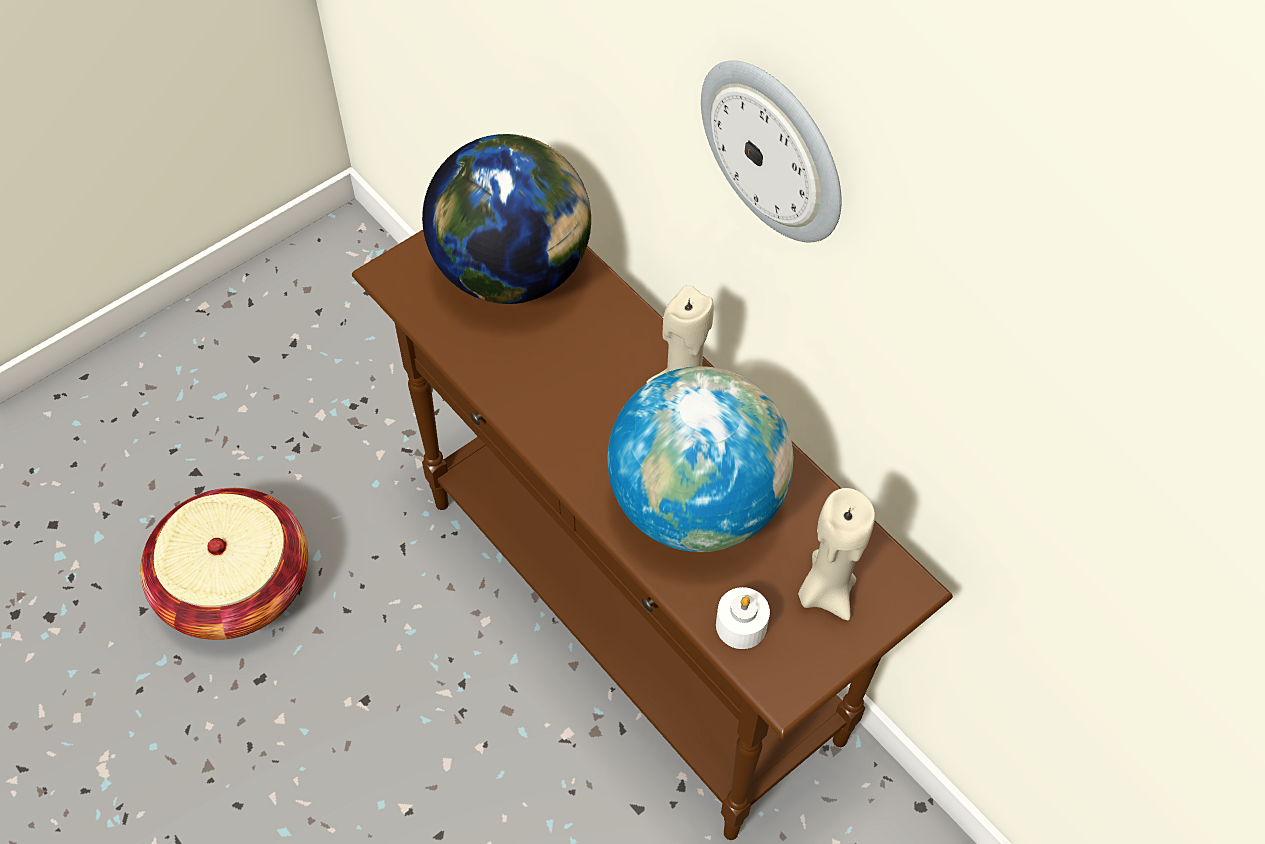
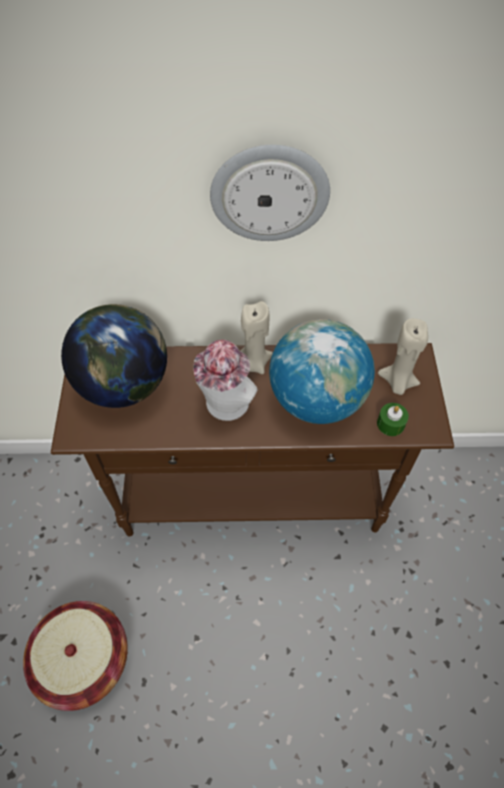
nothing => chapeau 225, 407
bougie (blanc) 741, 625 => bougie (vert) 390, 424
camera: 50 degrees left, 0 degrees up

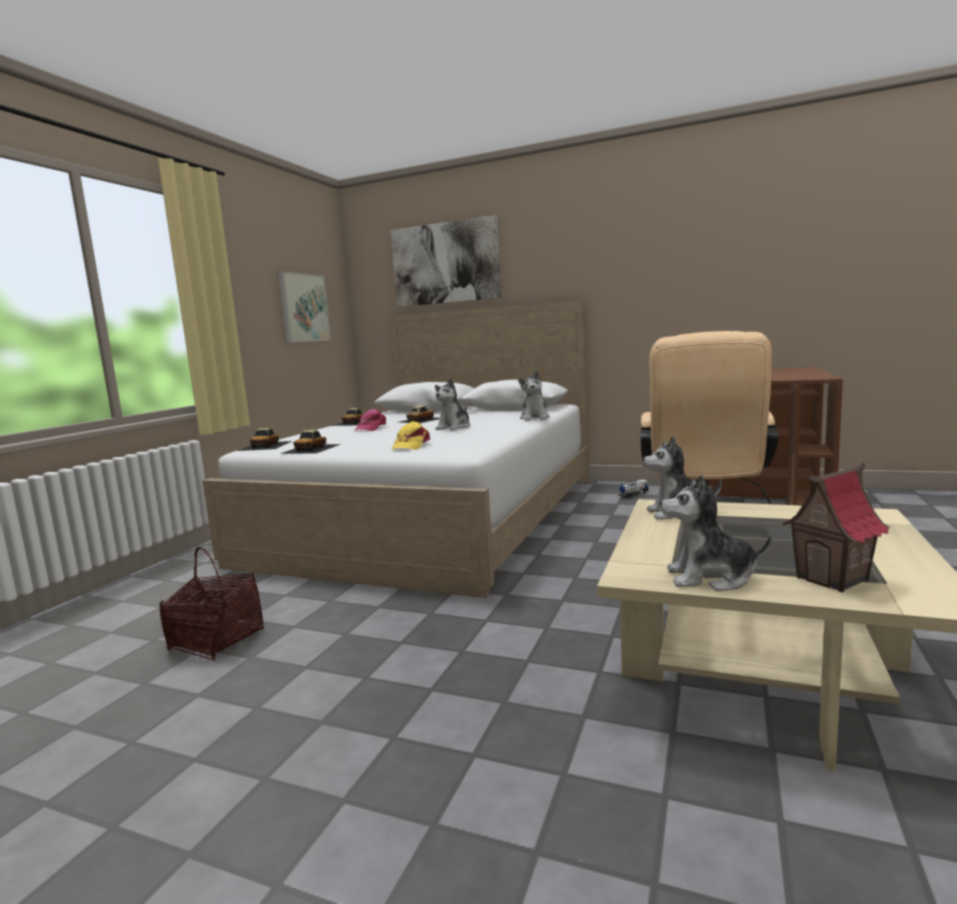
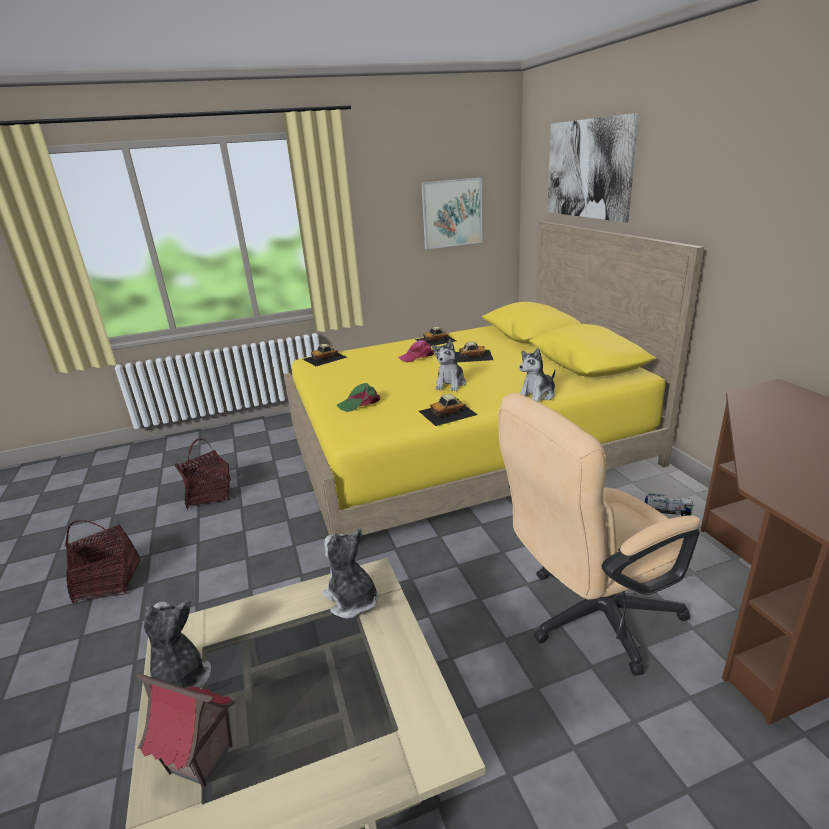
nothing => panier 108, 581
petite voiture 311, 448 => petite voiture 448, 412, moved
lit (blanc) 436, 517 => lit (jaune) 463, 447
casquette (jaune) 411, 445 => casquette (vert) 360, 403
peluche 454, 427 => peluche 450, 384, 60 degrees counterclockwise
camera: 50 degrees right, 15 degrees up

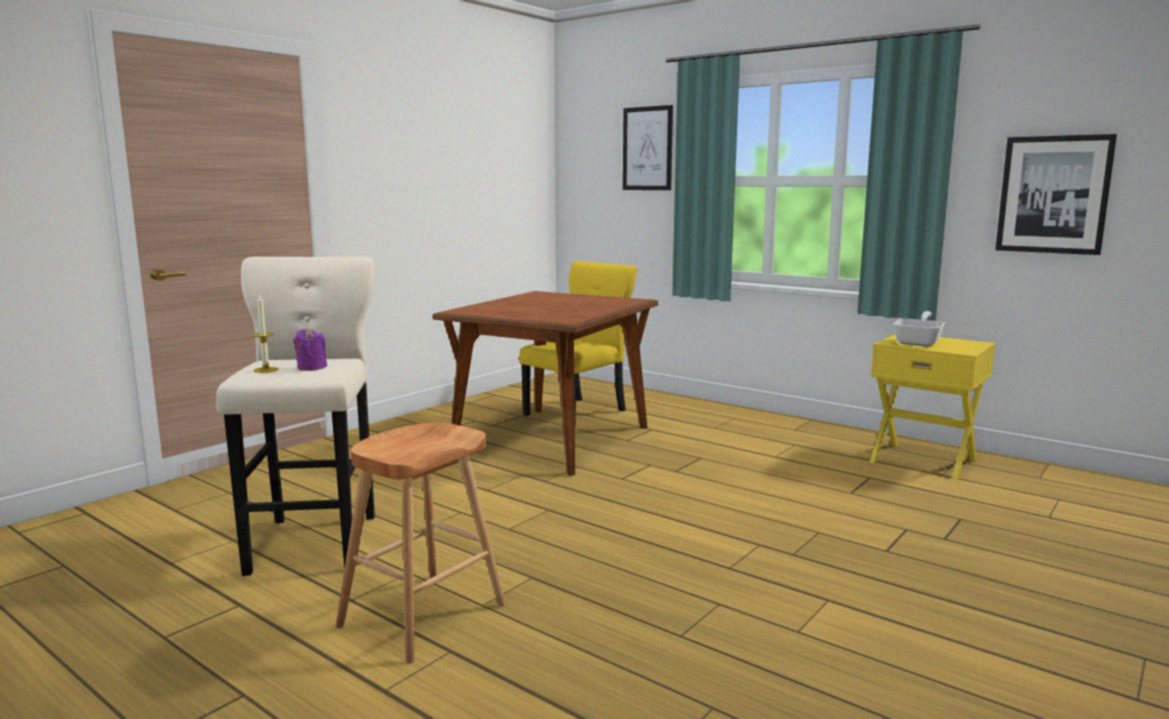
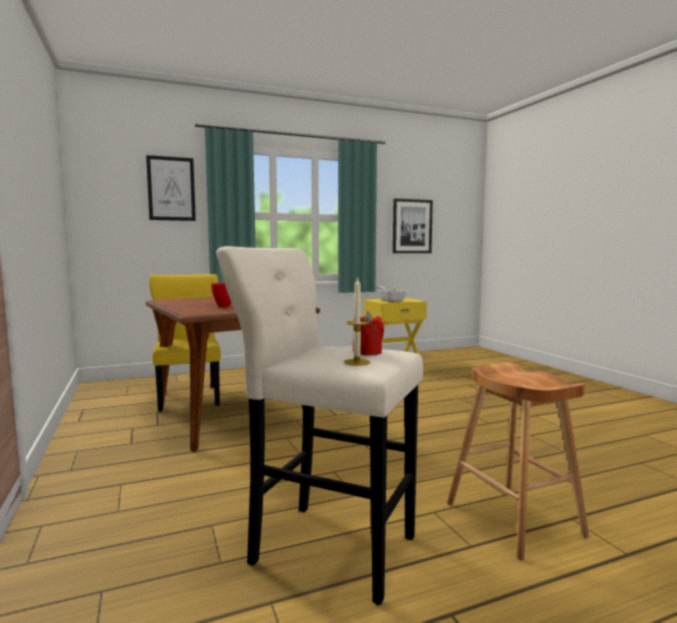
nothing => bol (rouge) 224, 306
bougie (violet) 311, 367 => bougie (rouge) 367, 352
camera: 60 degrees left, 5 degrees down

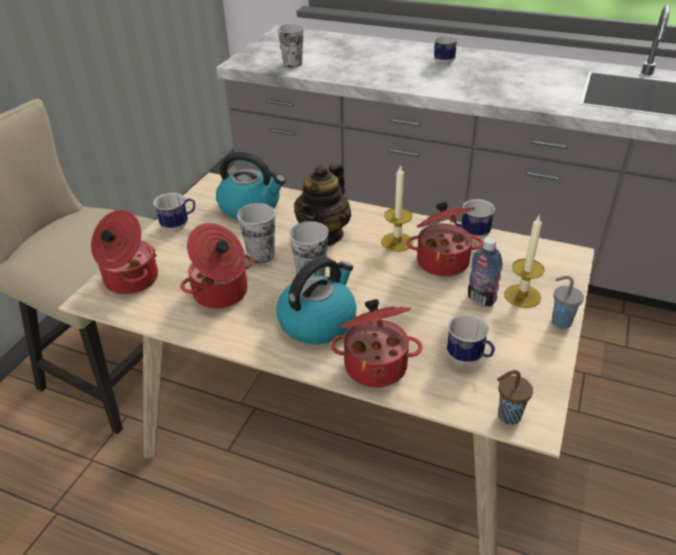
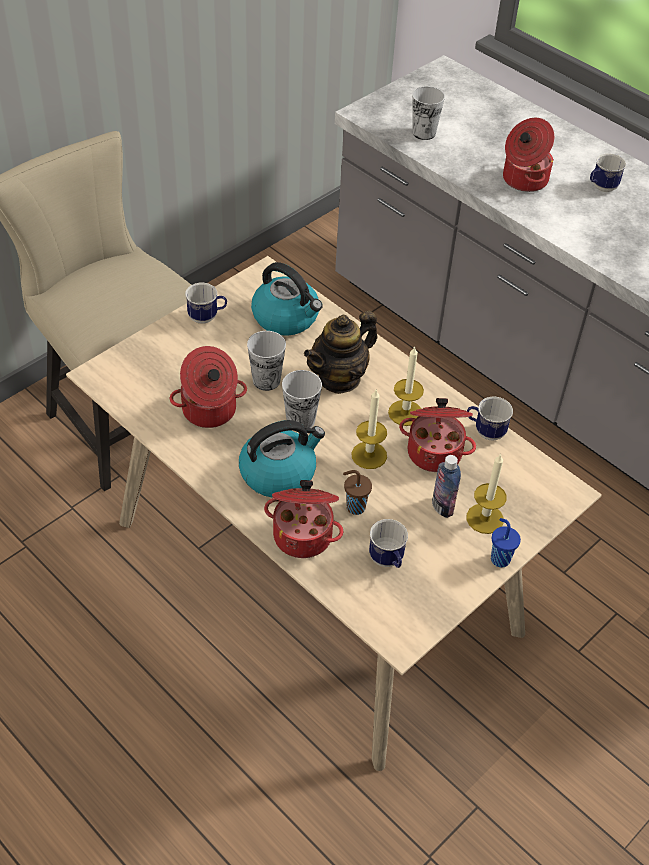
nothing => bougie 369, 455
marmite 130, 280 => marmite 523, 179, moved
tasse (marron) 507, 416 => tasse (marron) 354, 507, moved
tasse (gris) 560, 322 => tasse (bleu) 499, 558
camera: 20 degrees right, 10 degrees up

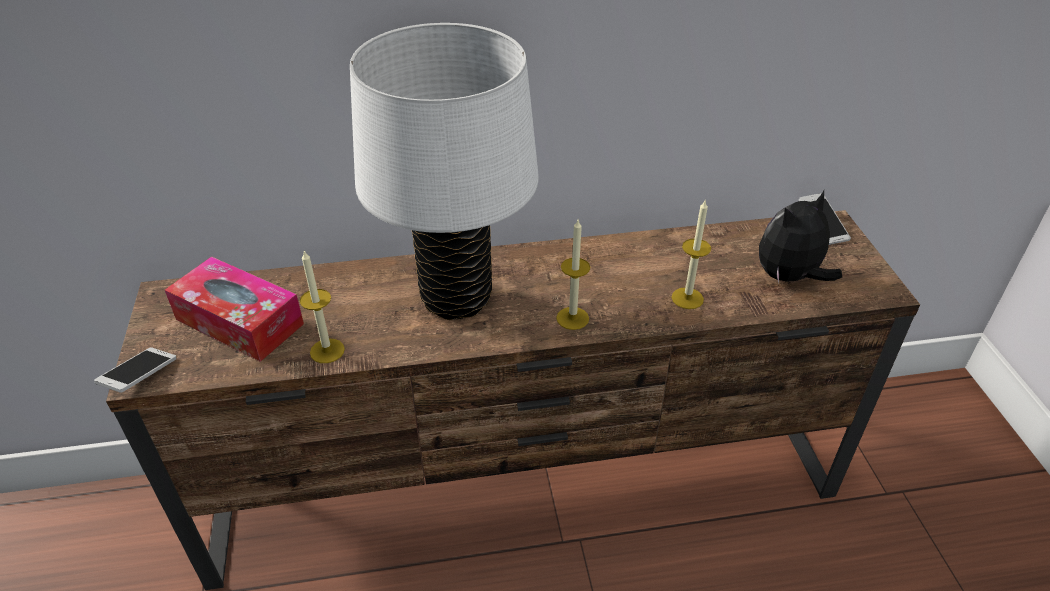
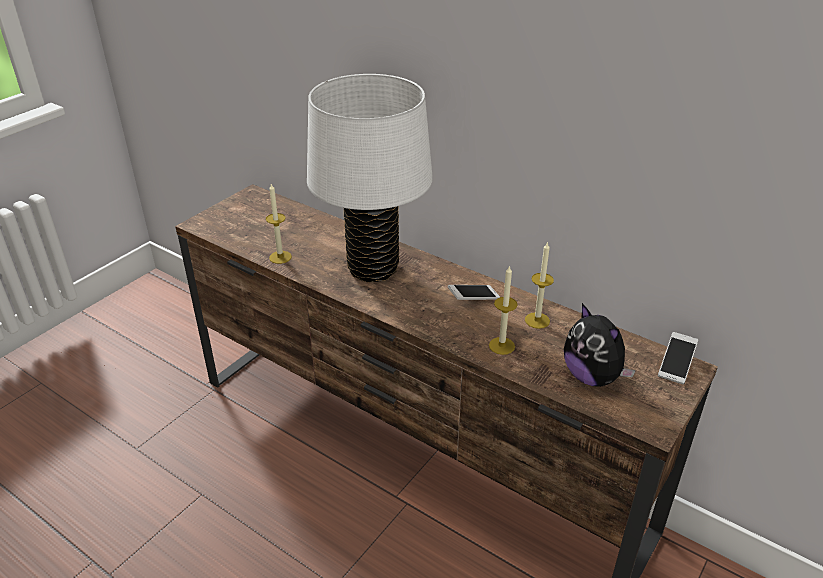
boîte à mouchoirs 239, 321 => nothing
téléphone 140, 377 => téléphone 473, 298, moved
bougie 572, 318 => bougie 537, 320, moved
peluche 789, 277 => peluche 592, 376, 135 degrees counterclockwise
camera: 45 degrees right, 5 degrees down

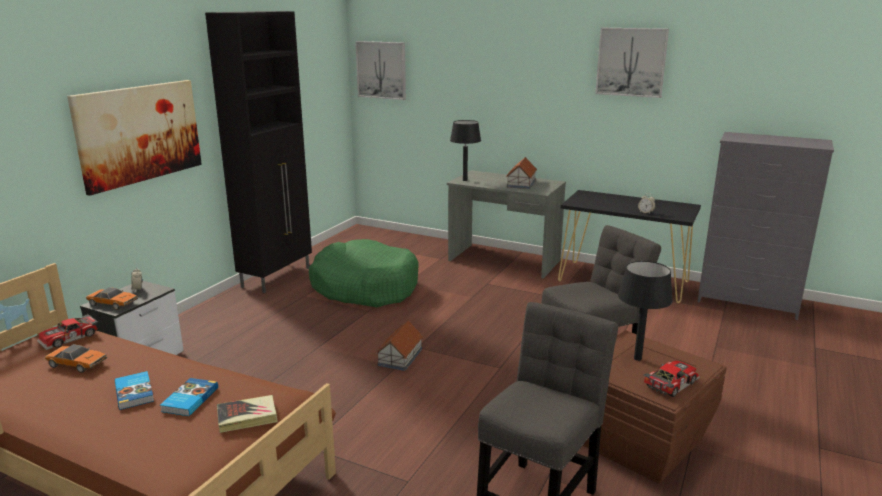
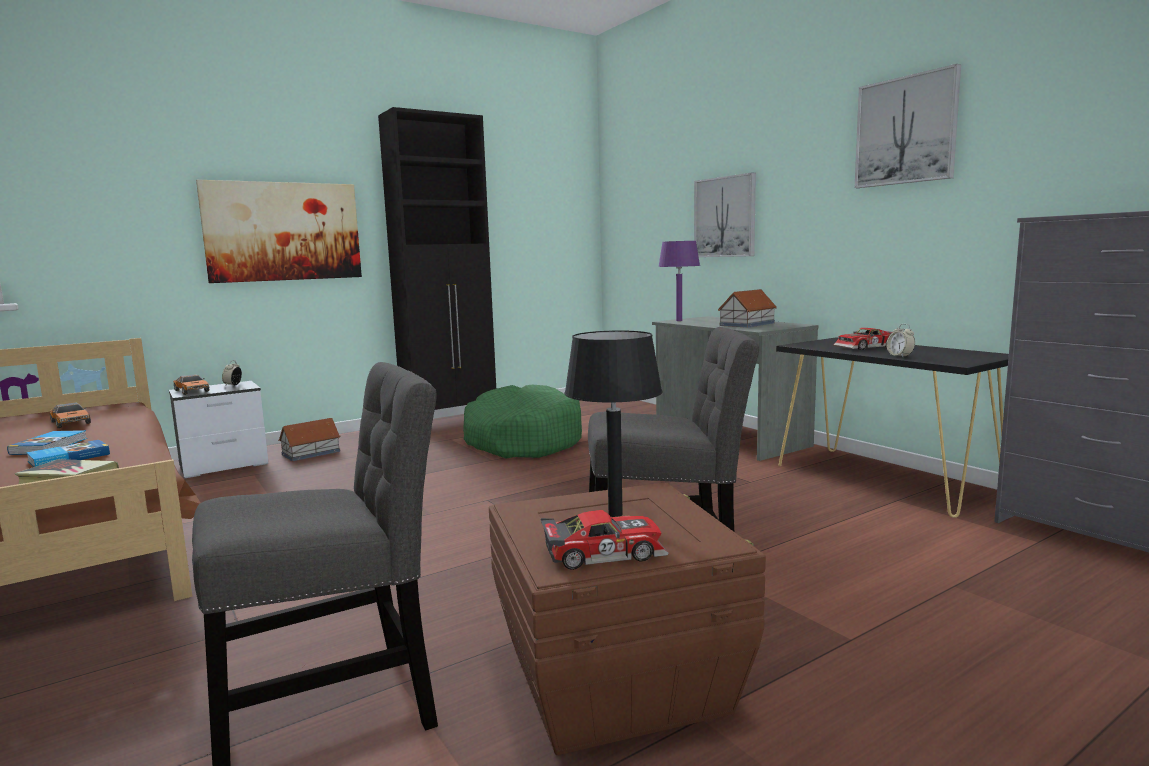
petite voiture 70, 338 => petite voiture 867, 347, moved
tableau 381, 70 => tableau 725, 217, moved
maison miniature 400, 357 => maison miniature 311, 453, moved
lampe de table (noir) 465, 180 => lampe de table (violet) 679, 320
camera: 30 degrees right, 10 degrees down

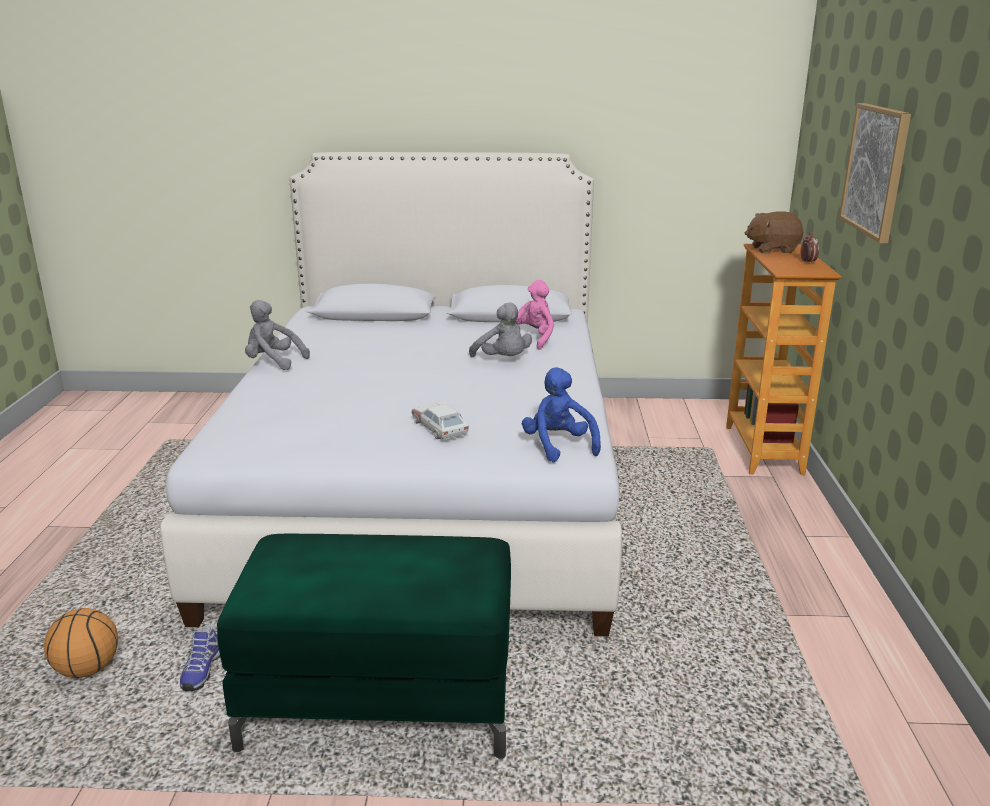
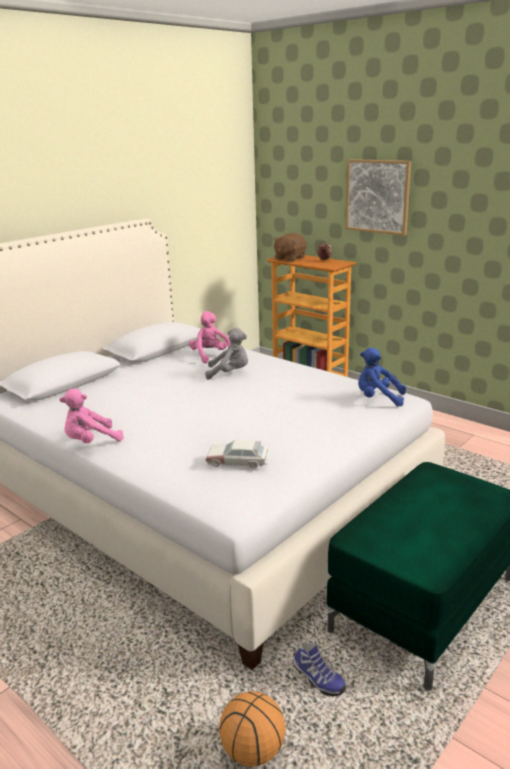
petite voiture 440, 428 => petite voiture 238, 461, moved
peluche (gris) 273, 362 => peluche (rose) 91, 442
camera: 50 degrees left, 0 degrees up

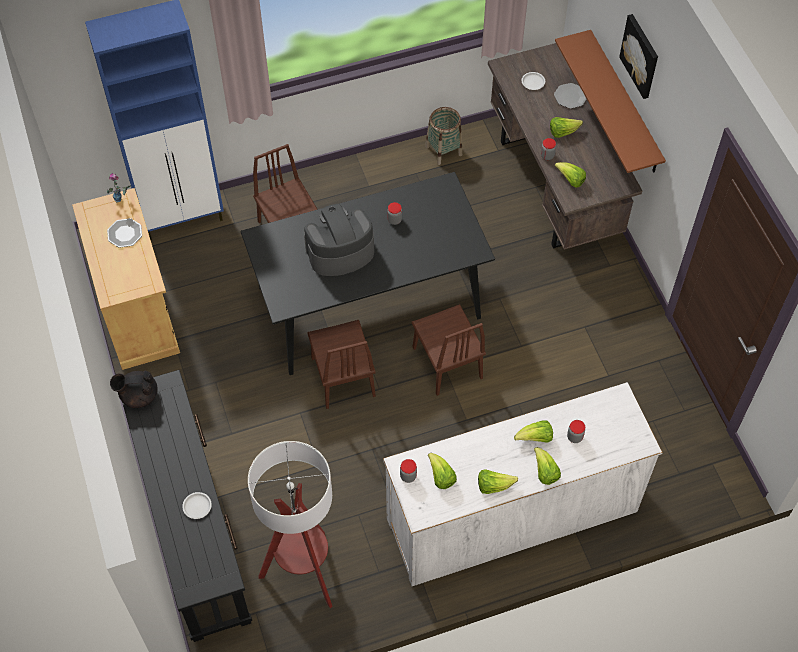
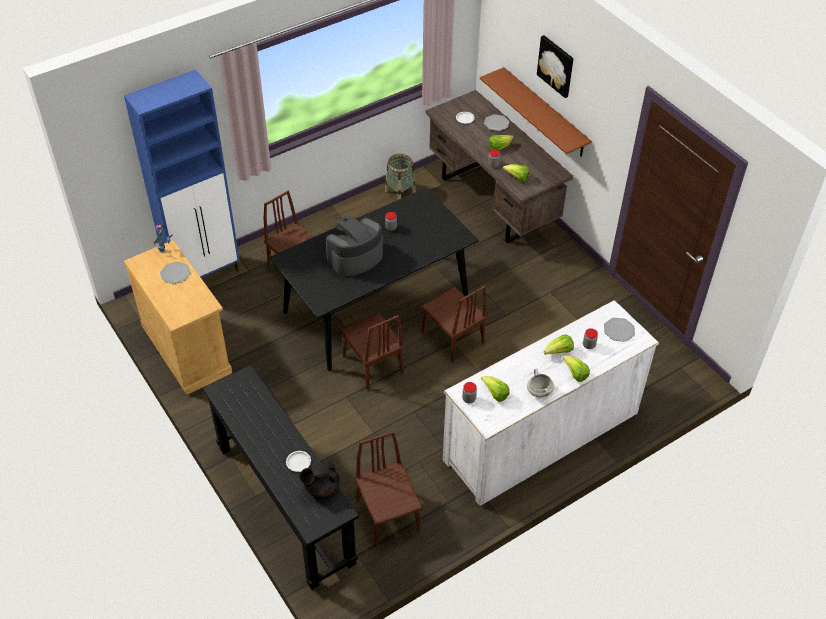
nothing => assiette 619, 330
théière (noir) 138, 395 => théière (noir) 321, 488, moved
lampadaire 304, 572 => chaise (marron) 388, 515
laitue 493, 485 => marmite (blanc) 539, 391
camera: 15 degrees left, 10 degrees down

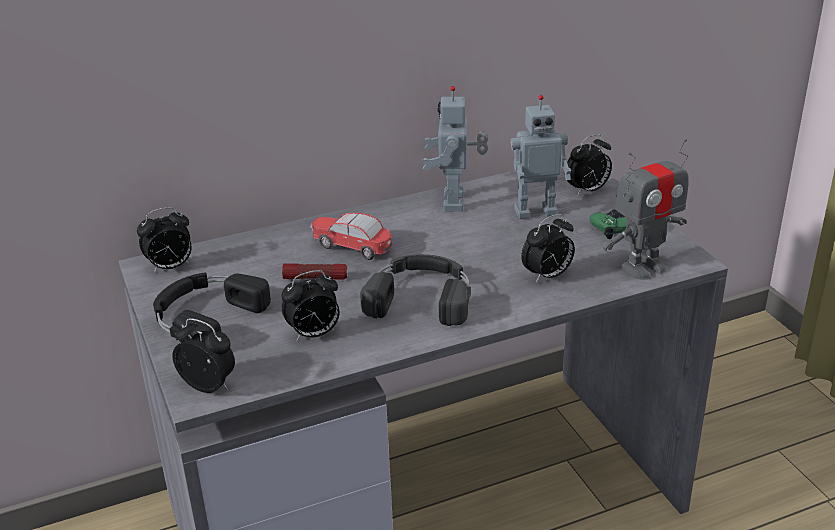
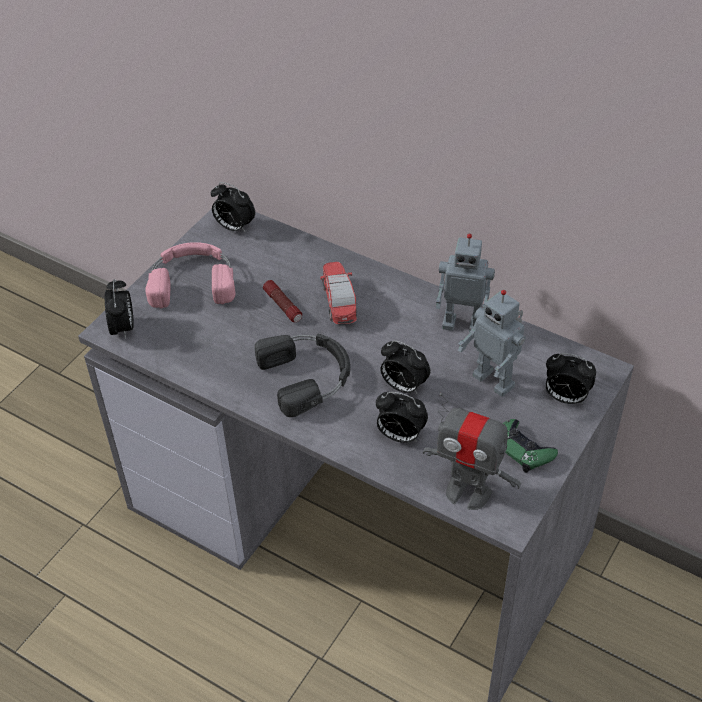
réveil 314, 334 => réveil 403, 386, moved
casque audio (noir) 205, 317 => casque audio (rose) 192, 280
robot jouet 456, 202 => robot jouet 462, 324, 135 degrees counterclockwise
camera: 55 degrees right, 15 degrees up

